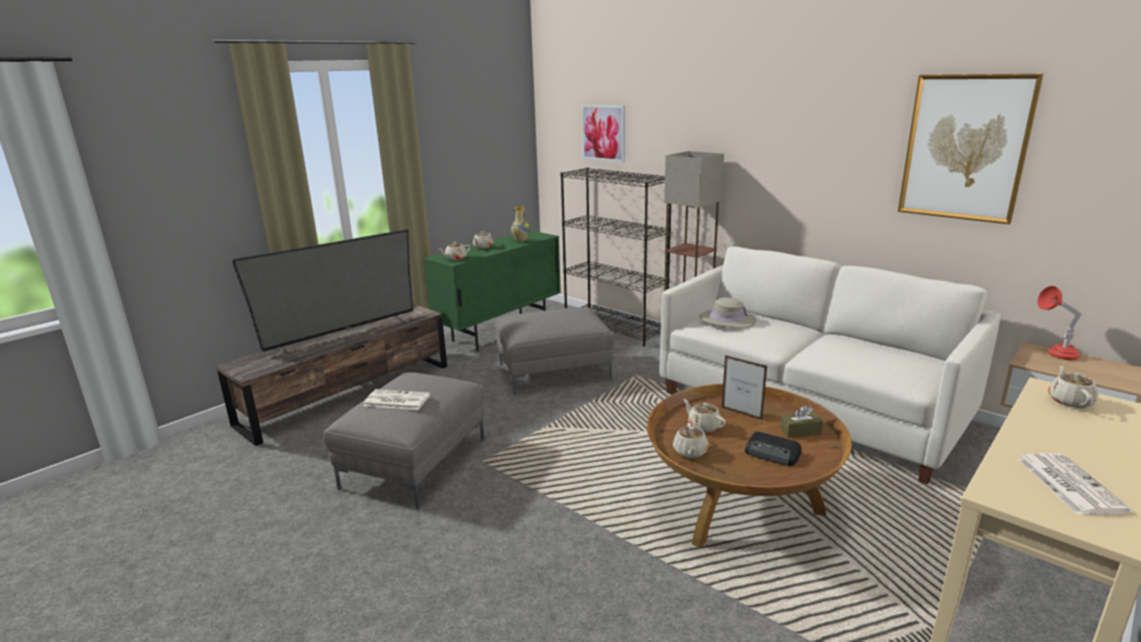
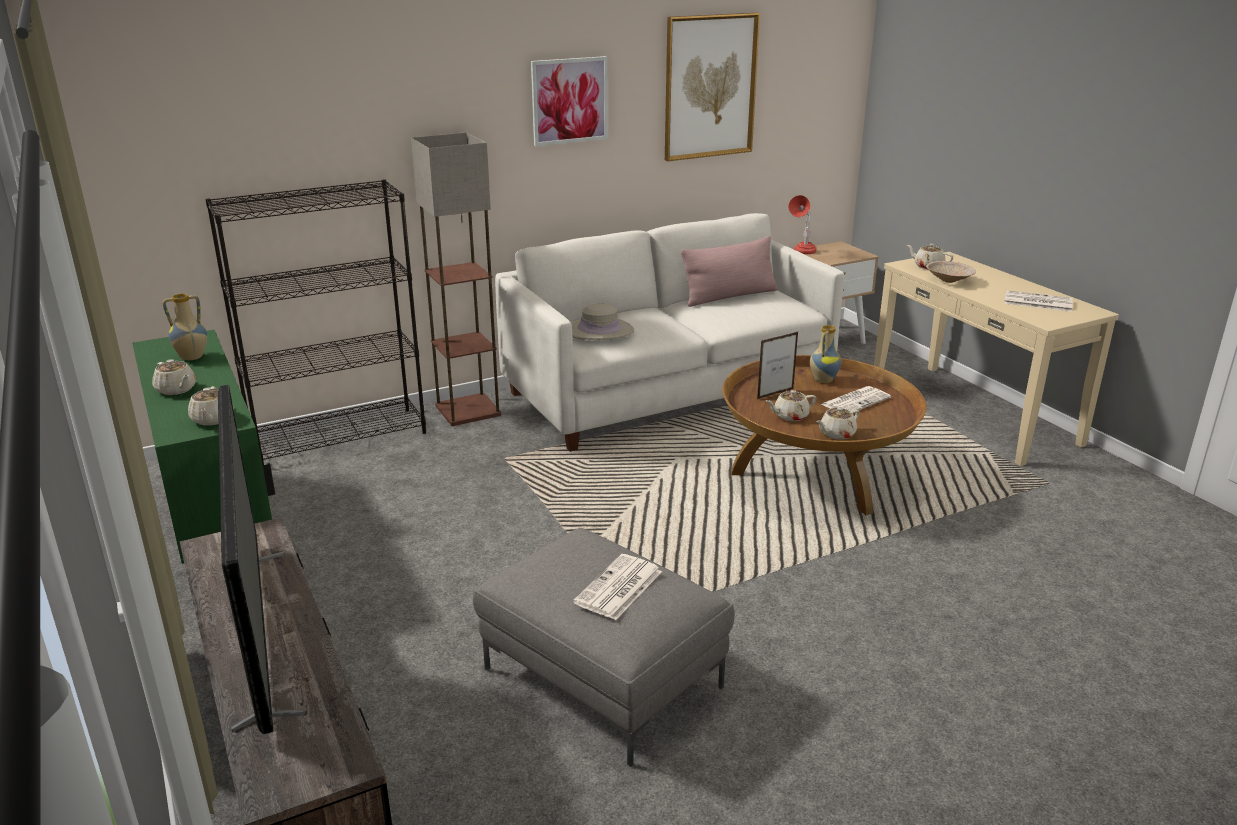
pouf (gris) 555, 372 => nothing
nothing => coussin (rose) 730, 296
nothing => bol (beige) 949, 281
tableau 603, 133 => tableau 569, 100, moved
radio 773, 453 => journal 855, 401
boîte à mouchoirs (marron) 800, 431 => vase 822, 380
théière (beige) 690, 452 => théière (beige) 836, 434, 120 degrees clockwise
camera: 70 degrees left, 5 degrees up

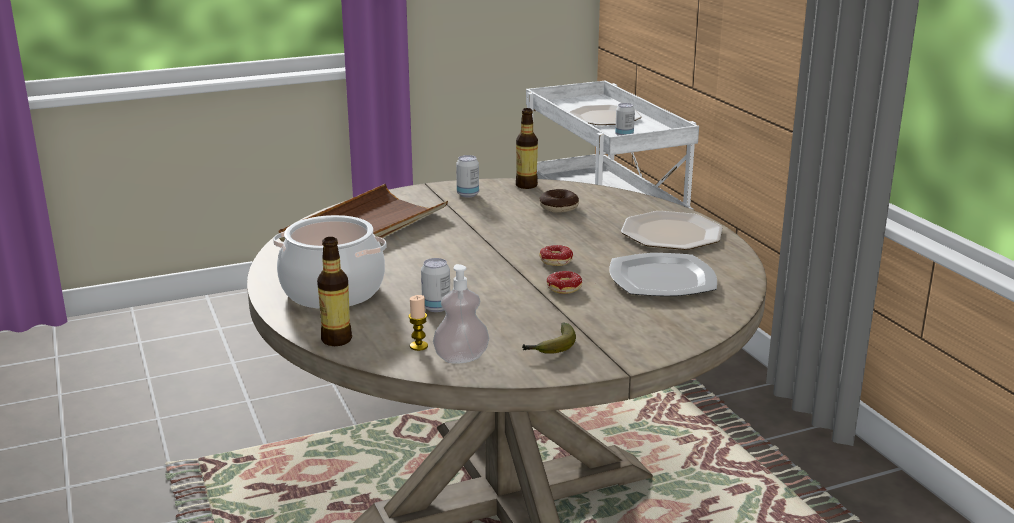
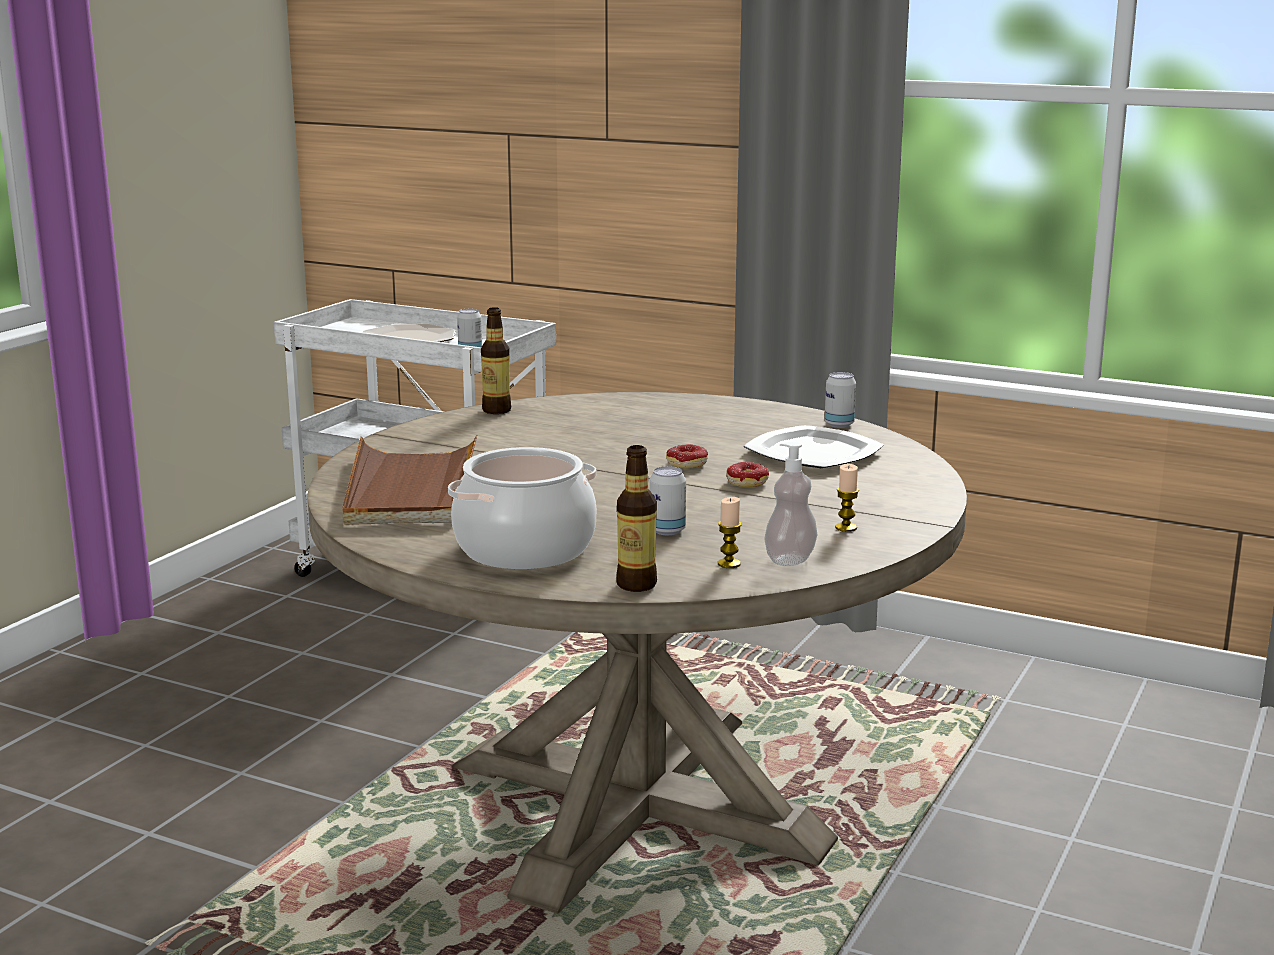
beignet 559, 207 => nothing
assiette 671, 233 => nothing
boîte métallique 468, 194 => boîte métallique 839, 424, moved
banane 551, 347 => bougie 846, 528
camera: 40 degrees left, 5 degrees down

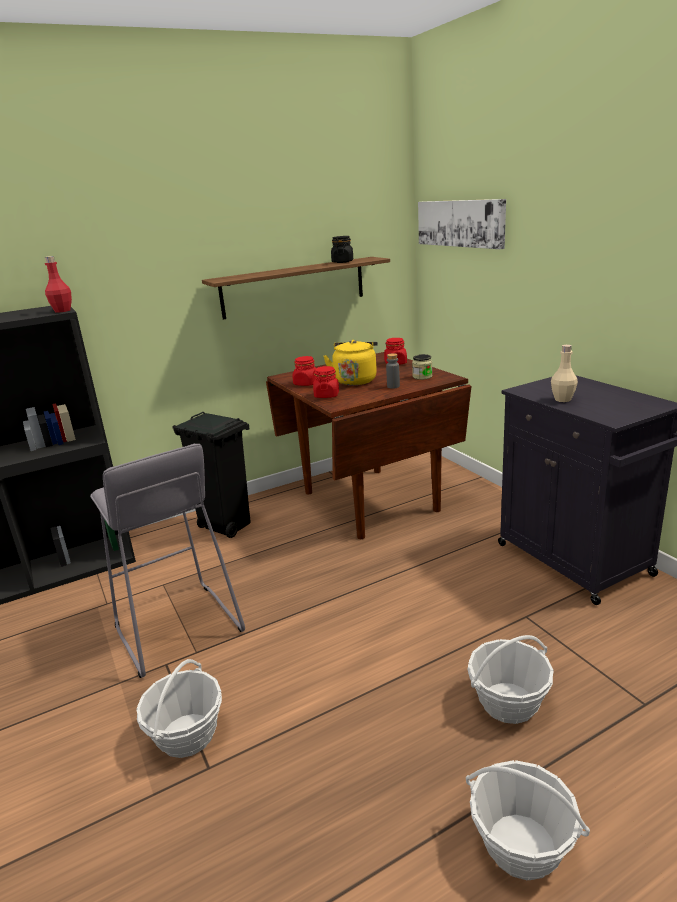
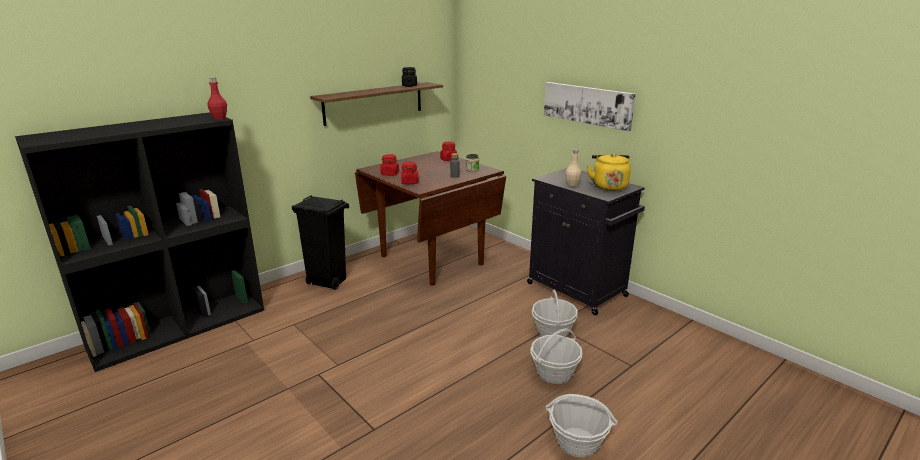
tabouret (gris) 177, 629 => nothing
panier 187, 735 => panier 553, 331, moved
bouilloire (jaune) 355, 380 => bouilloire (jaune) 608, 186, moved
tableau 460, 223 => tableau 587, 105, moved
camera: 15 degrees left, 0 degrees up

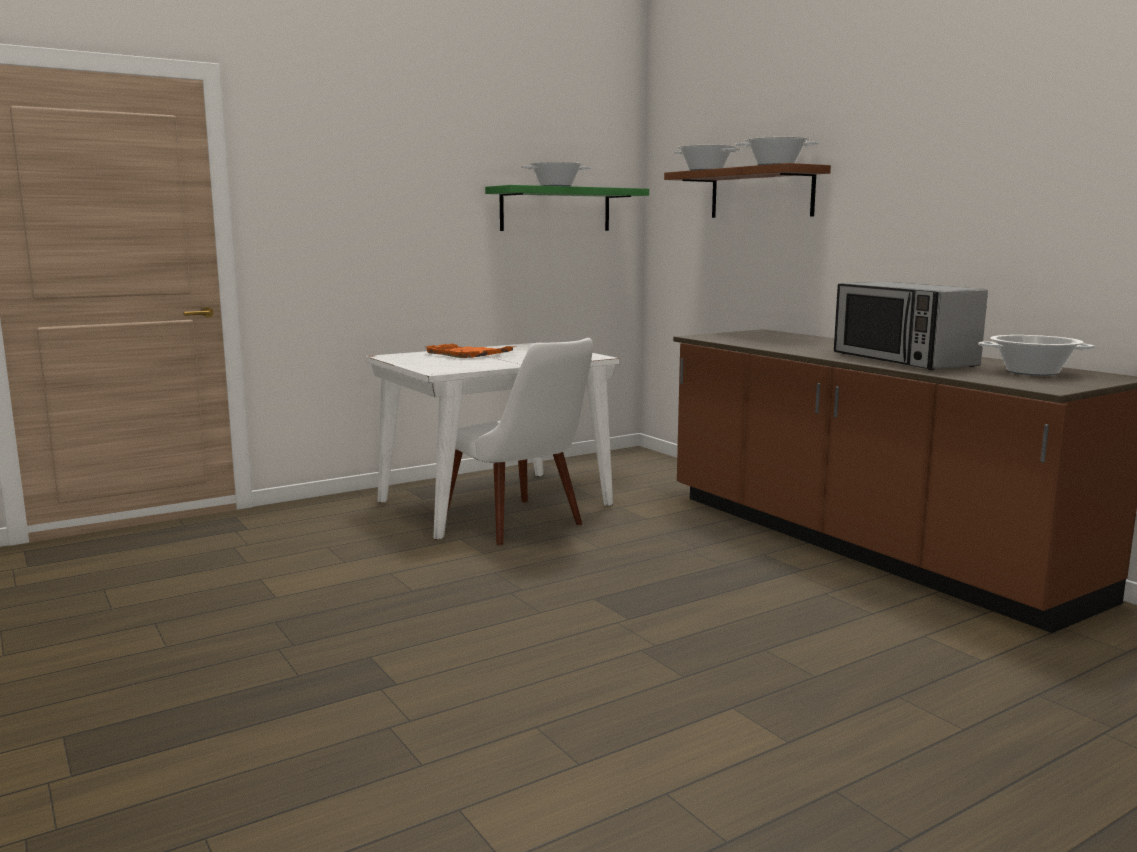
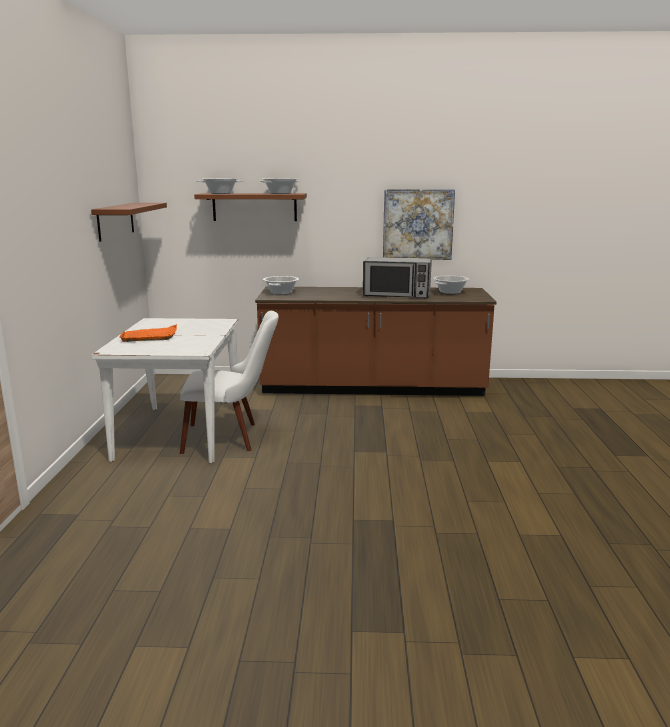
nothing => tableau 418, 224
marmite 556, 186 => marmite 281, 293, moved
étagère (vert) 555, 209 => étagère (marron) 115, 221
camera: 55 degrees left, 5 degrees up

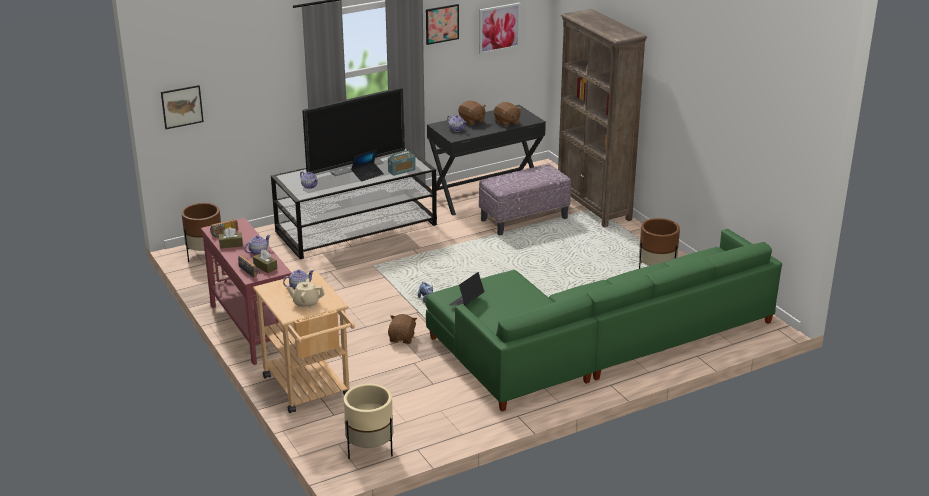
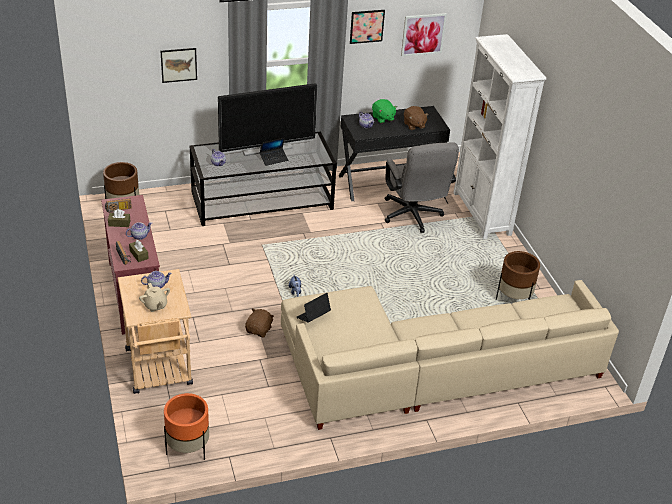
radio 401, 171 => nothing
tableau 182, 106 => tableau 178, 65, moved
pouf 524, 219 => chaise de bureau (gris) 413, 217
cache-pot (beige) 370, 450 => cache-pot (orange) 188, 448
canapé (vert) 595, 343 => canapé (beige) 429, 369
peluche (marron) 471, 121 => peluche (vert) 383, 118
bibliothèque (marron) 594, 206 => bibliothèque (blanc) 482, 213
théière (beige) 306, 303 => théière (beige) 155, 305, 135 degrees counterclockwise
camera: 10 degrees right, 10 degrees up

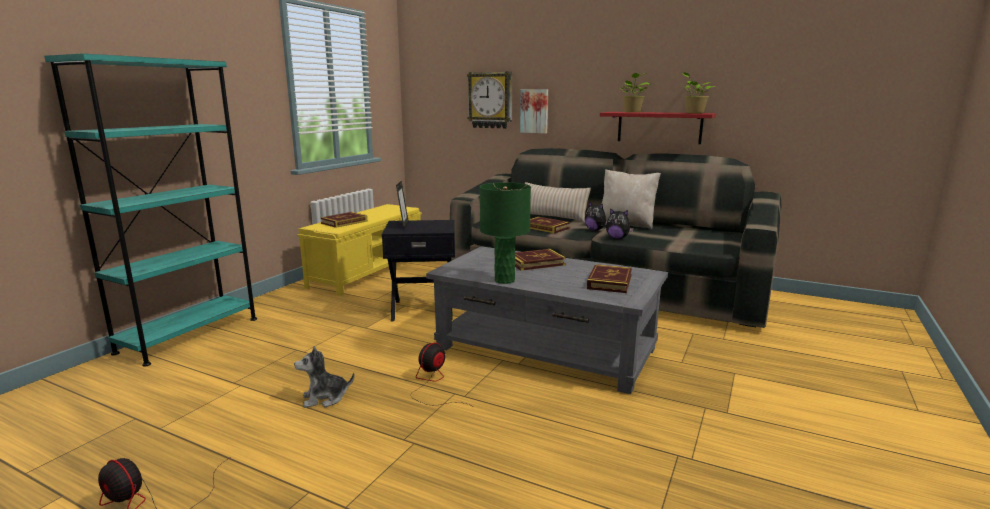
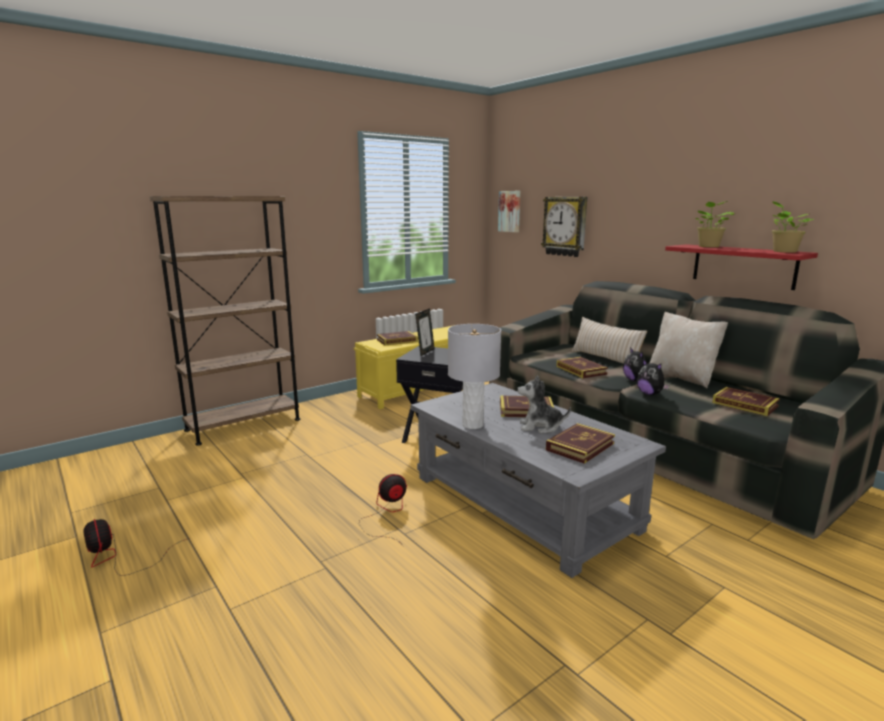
nothing => livre 745, 404
peluche 325, 398 => peluche 540, 427, moved
tableau 534, 111 => tableau 510, 211, moved
bibliothèque (turquoise) 189, 335 => bibliothèque (marron) 243, 424
lampe de table (vert) 504, 280 => lampe de table (gris) 472, 425
camera: 25 degrees right, 0 degrees up

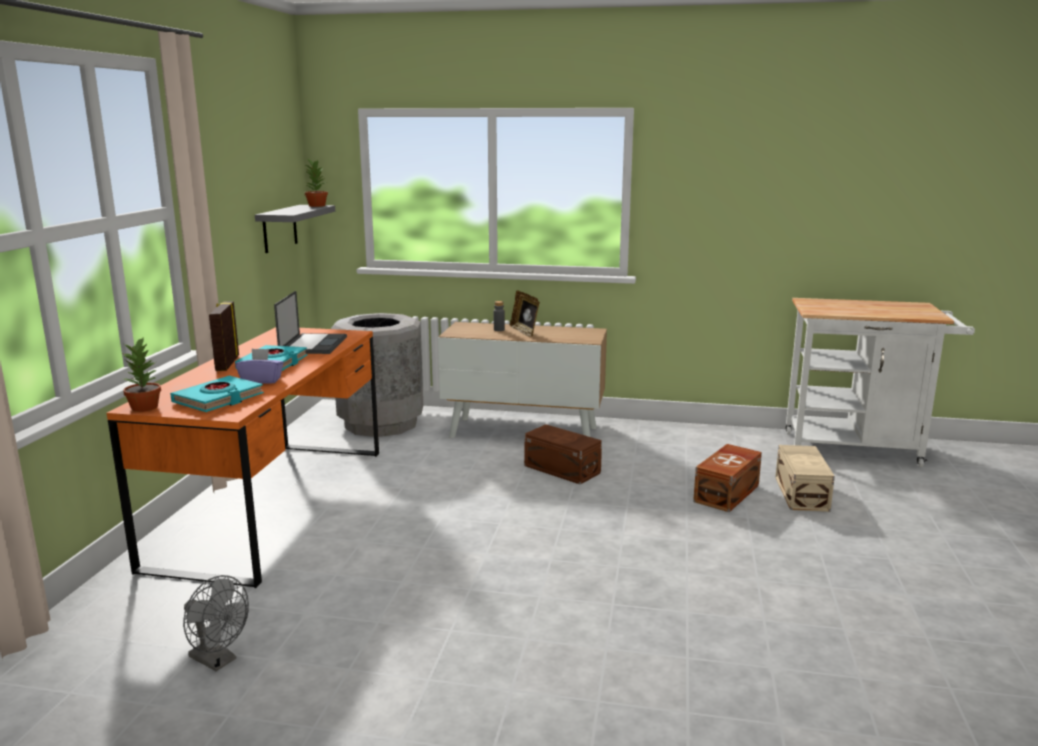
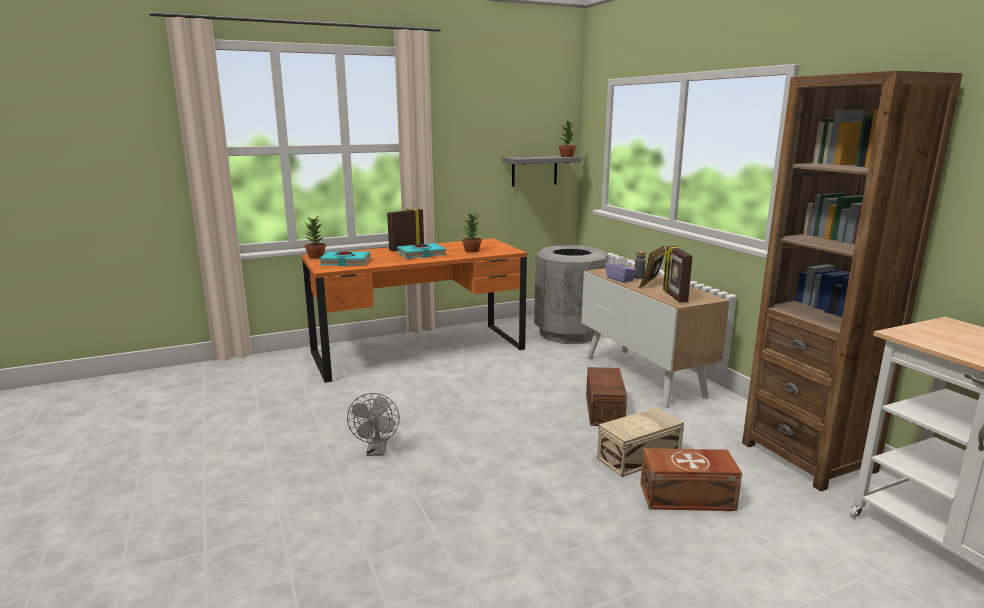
nothing => cadre photo 674, 296
nothing => bibliothèque (marron) 808, 457
ventilateur (gris) 218, 660 => ventilateur (gris) 377, 451, moved
boîte à mouchoirs (violet) 261, 380 => boîte à mouchoirs (violet) 620, 279, moved
boîte de rangement (beige) 802, 493 => boîte de rangement (beige) 640, 457, moved
ordinateur portable 313, 344 => plante en pot 472, 251
camera: 55 degrees right, 0 degrees up

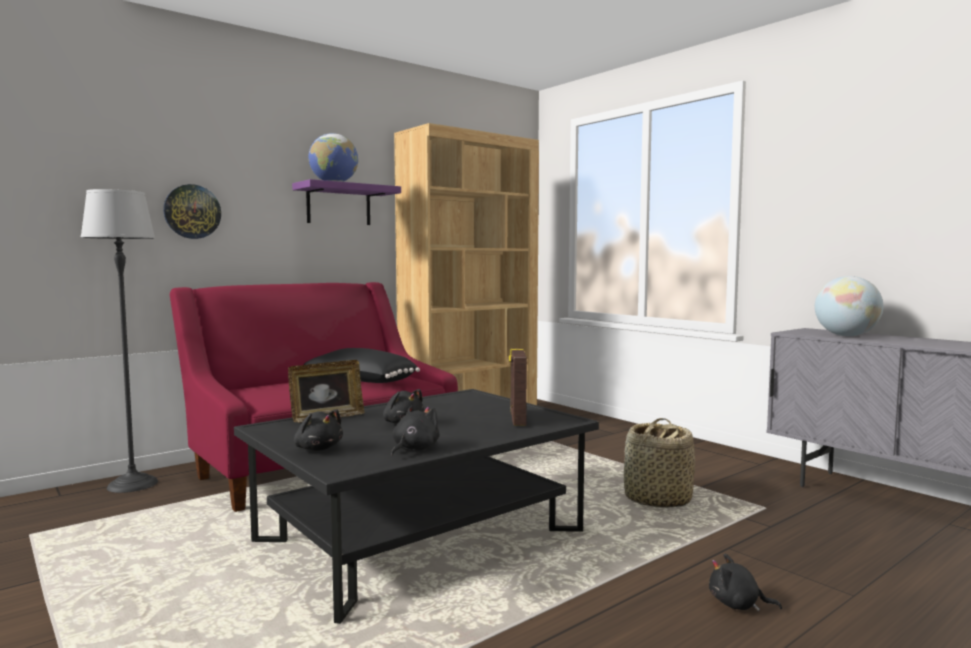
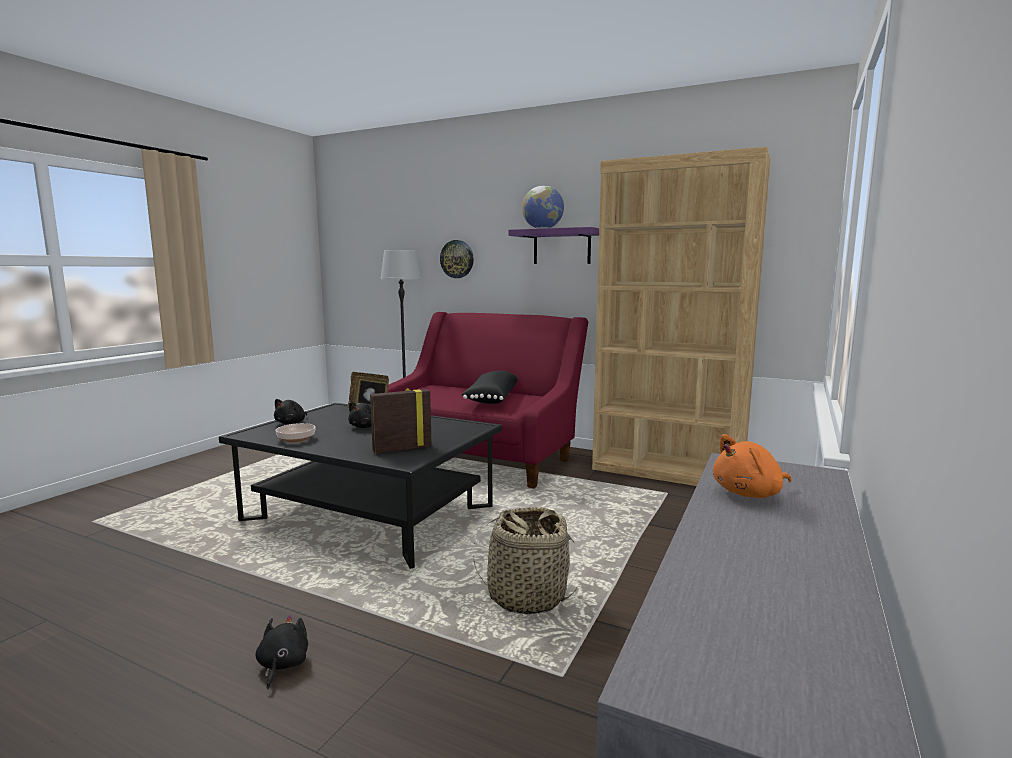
peluche (noir) 414, 449 => bol 296, 439
globe 846, 336 => peluche (orange) 750, 494
camera: 65 degrees right, 5 degrees up

